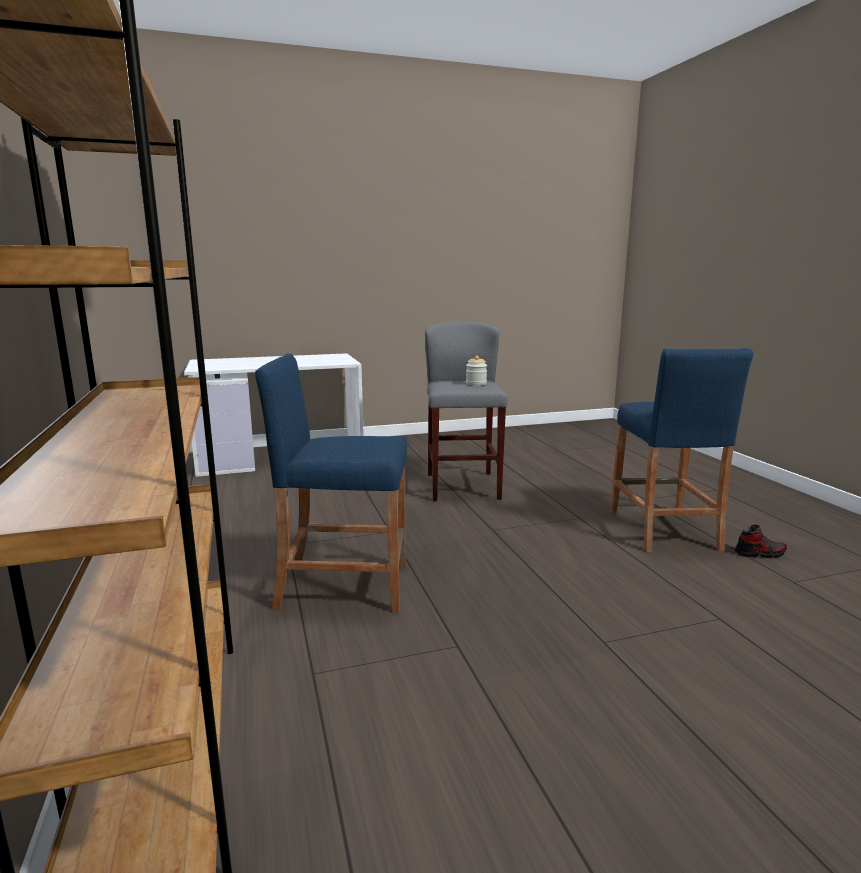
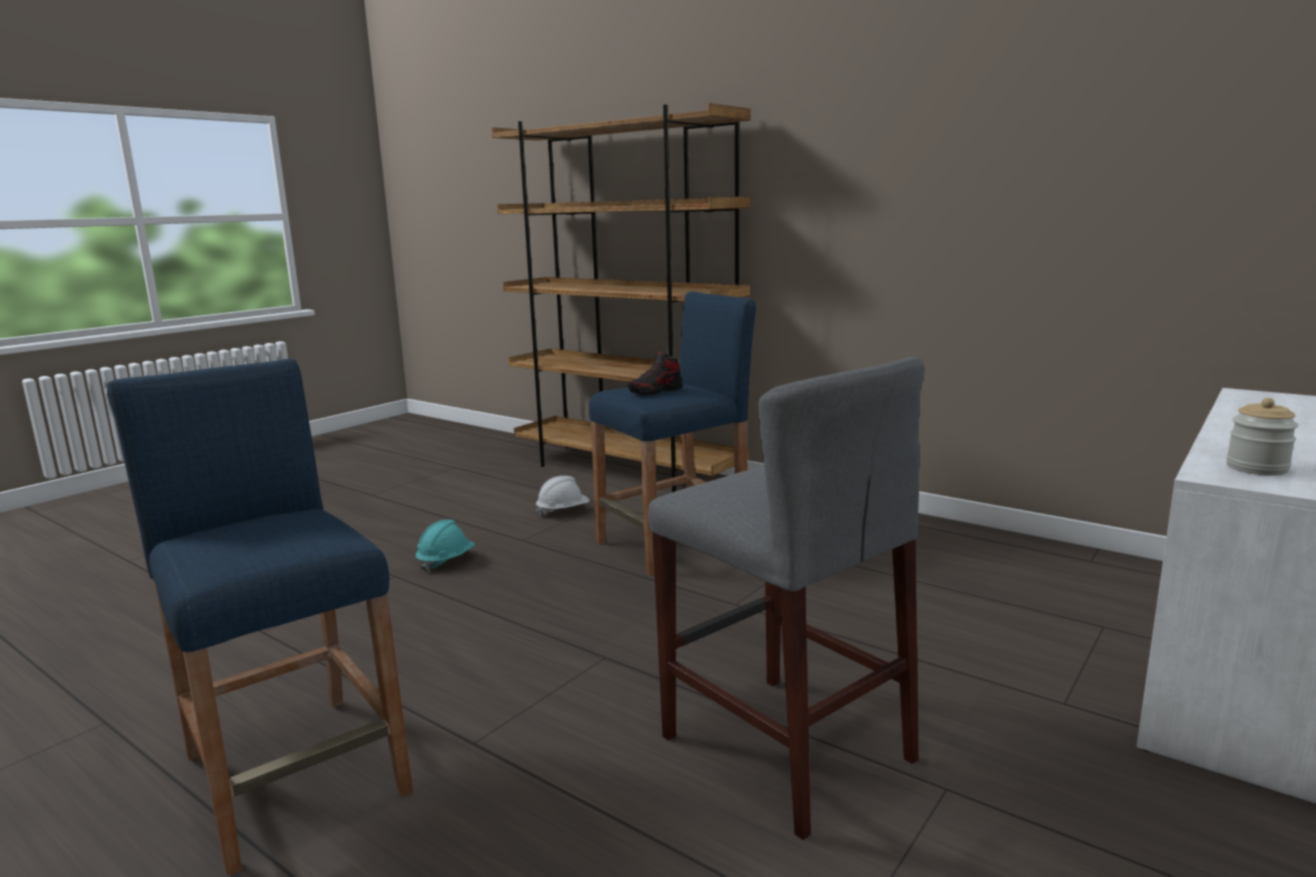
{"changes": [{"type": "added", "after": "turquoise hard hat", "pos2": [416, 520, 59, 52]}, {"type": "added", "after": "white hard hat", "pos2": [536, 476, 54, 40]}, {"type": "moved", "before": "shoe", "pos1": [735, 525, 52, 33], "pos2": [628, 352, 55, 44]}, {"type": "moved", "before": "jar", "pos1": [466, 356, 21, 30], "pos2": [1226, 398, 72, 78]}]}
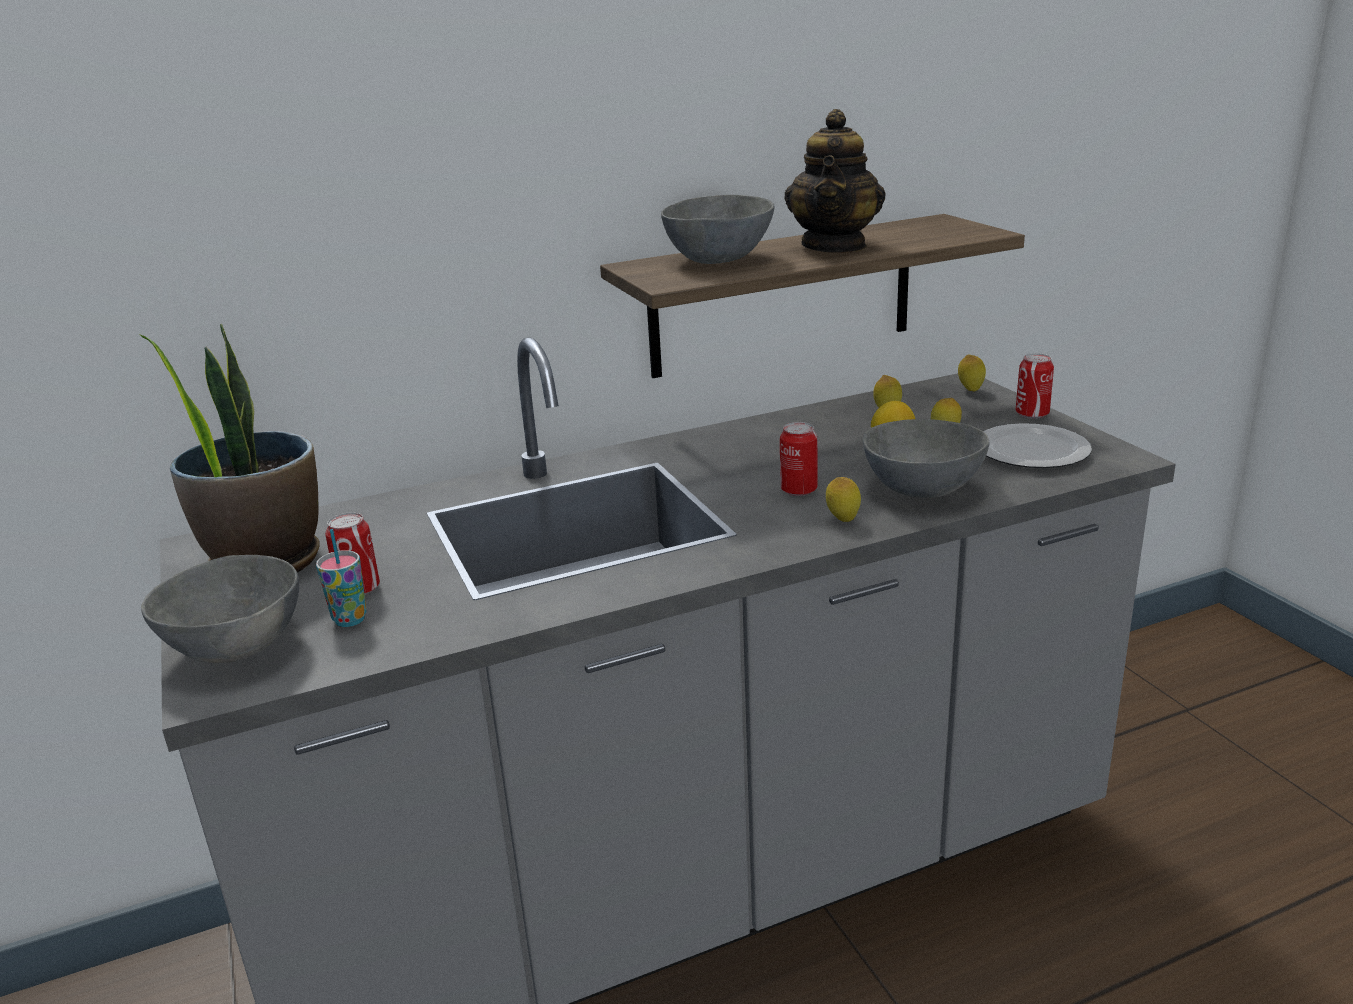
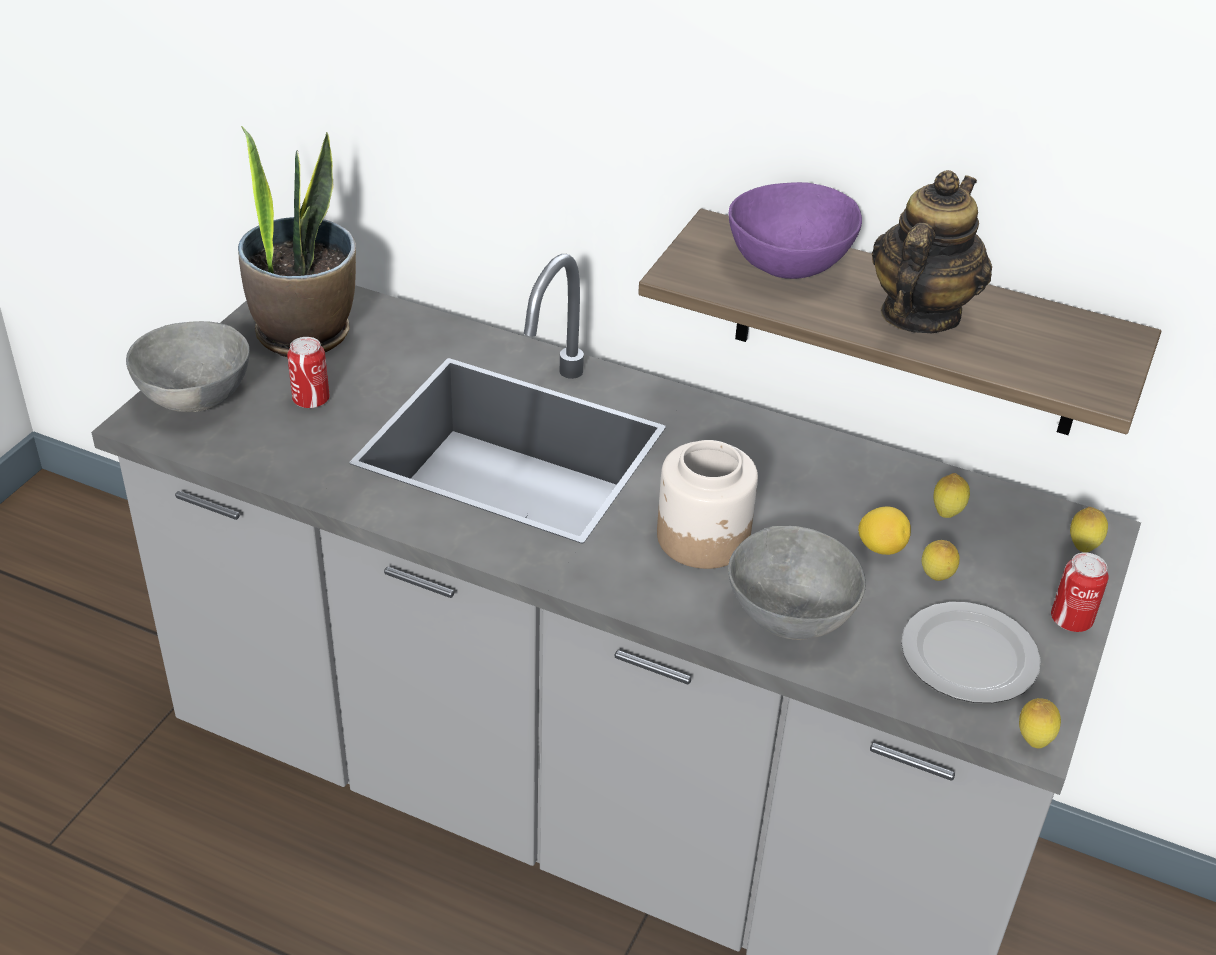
{"changes": [{"type": "replaced", "before": "can", "after": "jar", "pos1": [780, 422, 38, 74], "pos2": [657, 440, 101, 129]}, {"type": "recoloured", "before": "grey bowl", "after": "purple bowl", "pos1": [661, 195, 113, 69], "pos2": [729, 182, 133, 97]}, {"type": "turned", "before": "teapot", "pos1": [784, 109, 102, 144], "pos2": [872, 170, 120, 163], "turn": 150}, {"type": "moved", "before": "lemon", "pos1": [826, 477, 35, 45], "pos2": [1019, 698, 42, 51]}, {"type": "removed", "before": "cup", "pos1": [316, 529, 51, 98]}]}
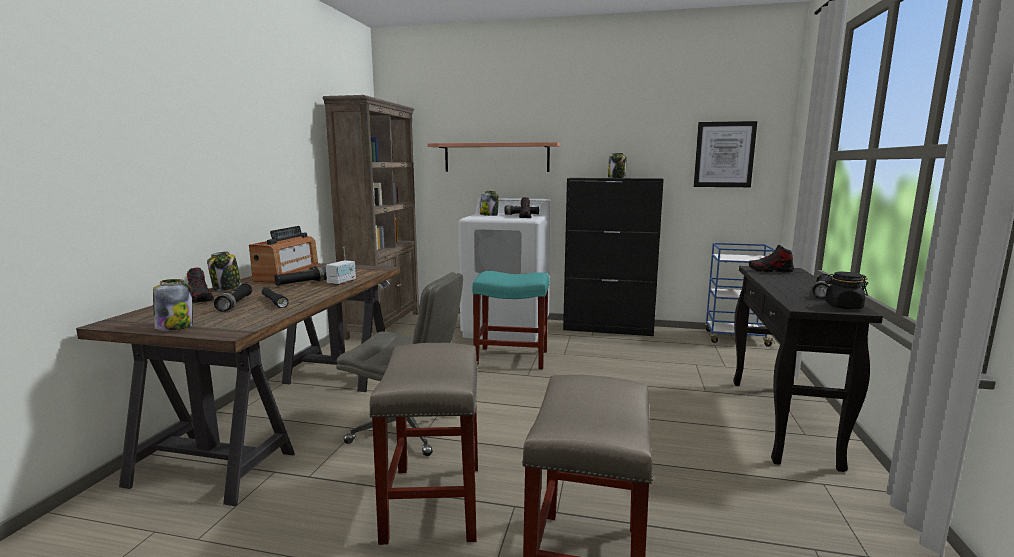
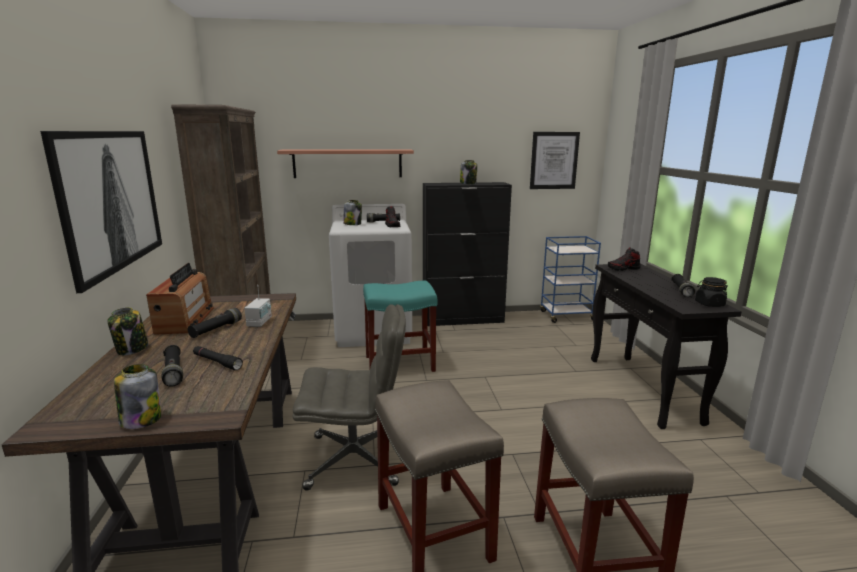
{"changes": [{"type": "added", "after": "picture", "pos2": [40, 131, 122, 162]}, {"type": "removed", "before": "shoe", "pos1": [187, 268, 27, 35]}]}
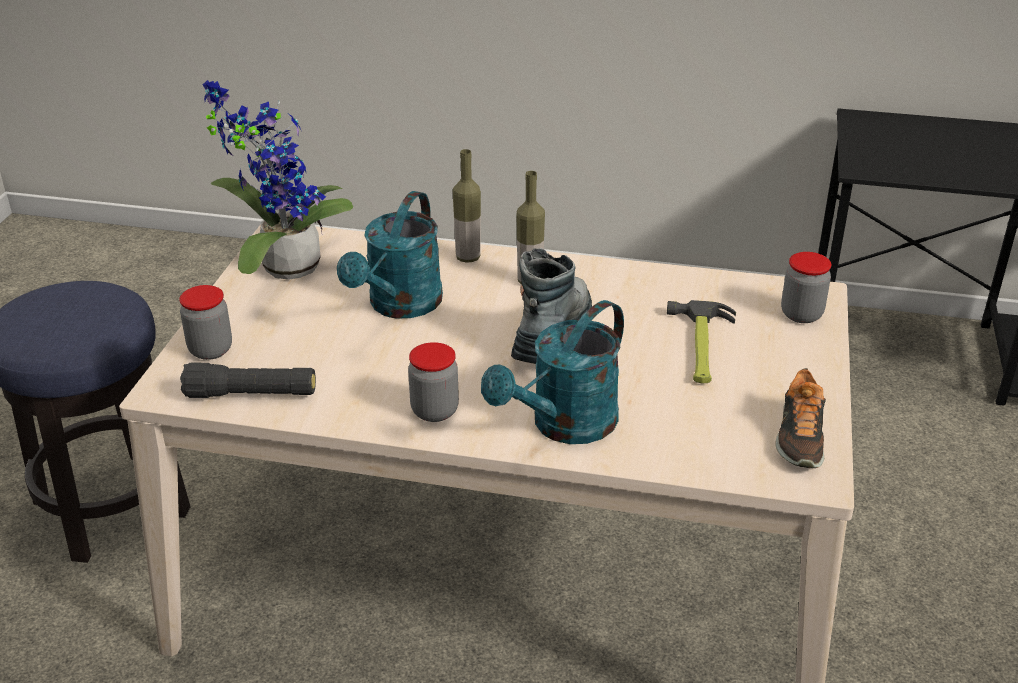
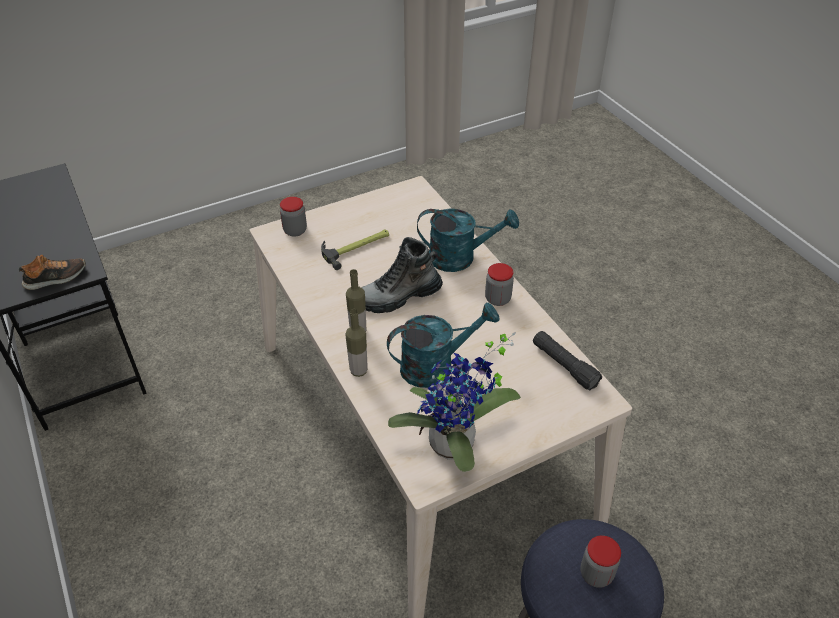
{"changes": [{"type": "moved", "before": "shoe", "pos1": [776, 368, 50, 100], "pos2": [19, 255, 67, 35]}, {"type": "moved", "before": "jar", "pos1": [179, 285, 53, 75], "pos2": [580, 535, 41, 53]}]}
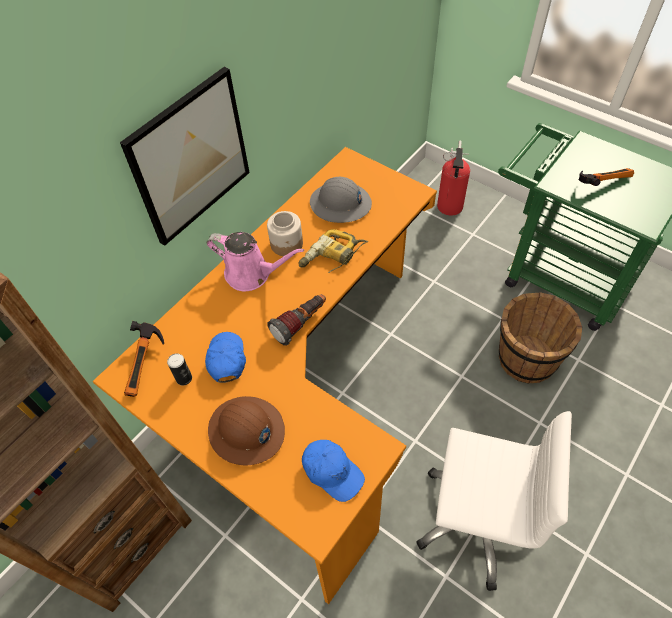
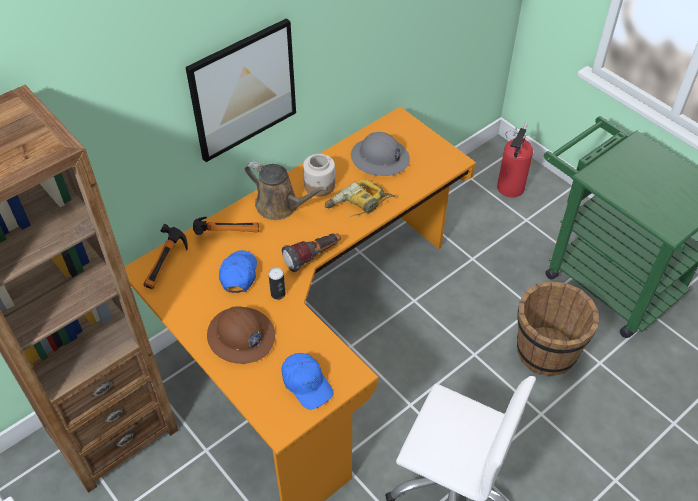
{"changes": [{"type": "moved", "before": "hammer", "pos1": [579, 168, 55, 18], "pos2": [193, 217, 66, 18]}, {"type": "recoloured", "before": "pink watering can", "after": "brown watering can", "pos1": [207, 232, 97, 59], "pos2": [245, 161, 83, 59]}, {"type": "moved", "before": "can", "pos1": [167, 353, 25, 33], "pos2": [268, 268, 18, 32]}]}
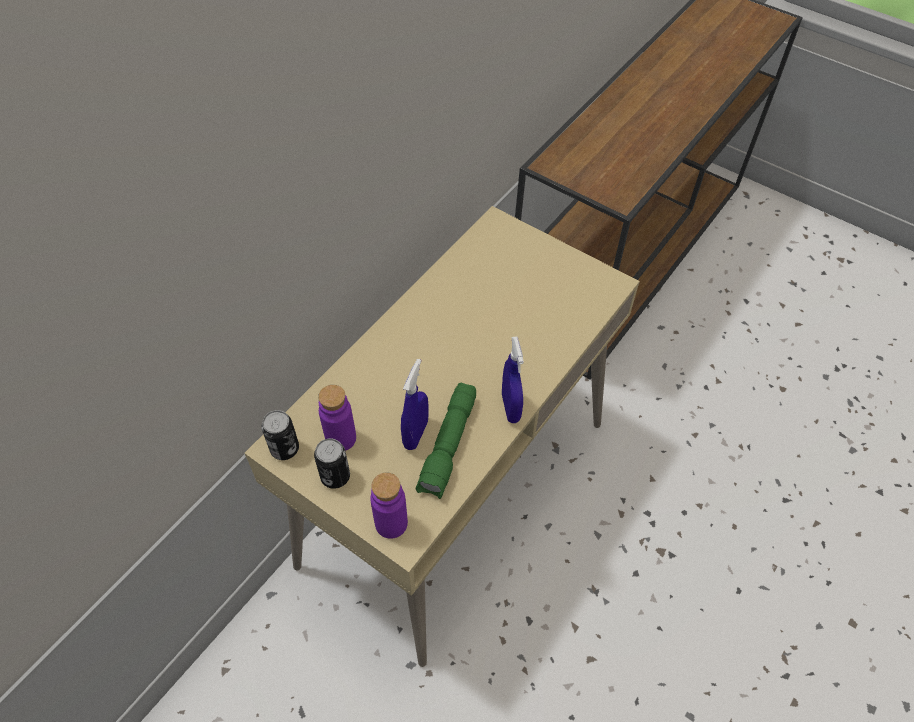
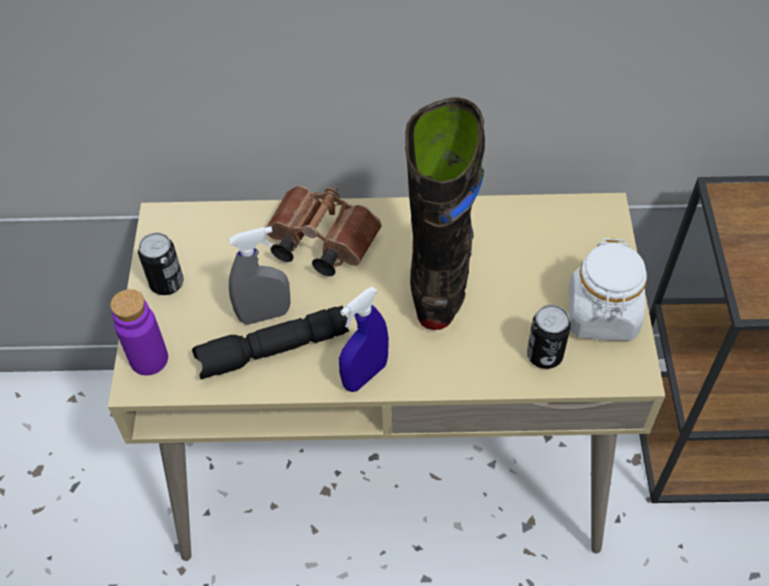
{"changes": [{"type": "recoloured", "before": "green flashlight", "after": "black flashlight", "pos1": [416, 383, 60, 116], "pos2": [192, 306, 157, 73]}, {"type": "recoloured", "before": "blue spray bottle", "after": "grey spray bottle", "pos1": [401, 359, 28, 91], "pos2": [229, 226, 62, 99]}, {"type": "added", "after": "brown binoculars", "pos2": [267, 186, 115, 90]}, {"type": "added", "after": "black boot", "pos2": [405, 97, 80, 233]}, {"type": "moved", "before": "can", "pos1": [262, 410, 37, 50], "pos2": [527, 305, 44, 64]}, {"type": "added", "after": "white jar", "pos2": [569, 238, 78, 103]}, {"type": "removed", "before": "purple bottle", "pos1": [318, 385, 38, 66]}]}
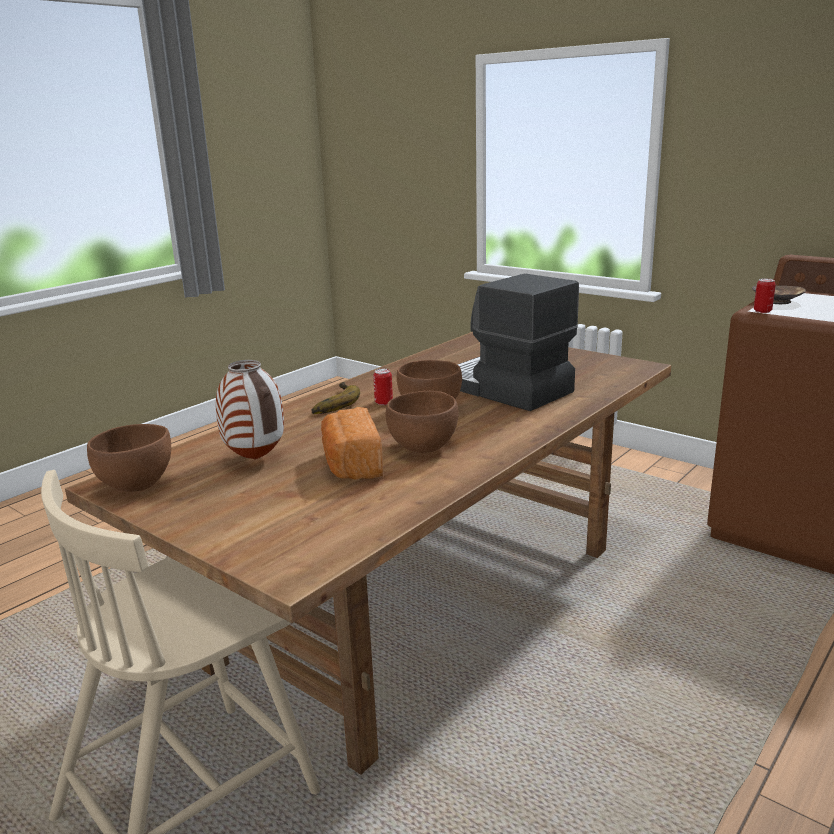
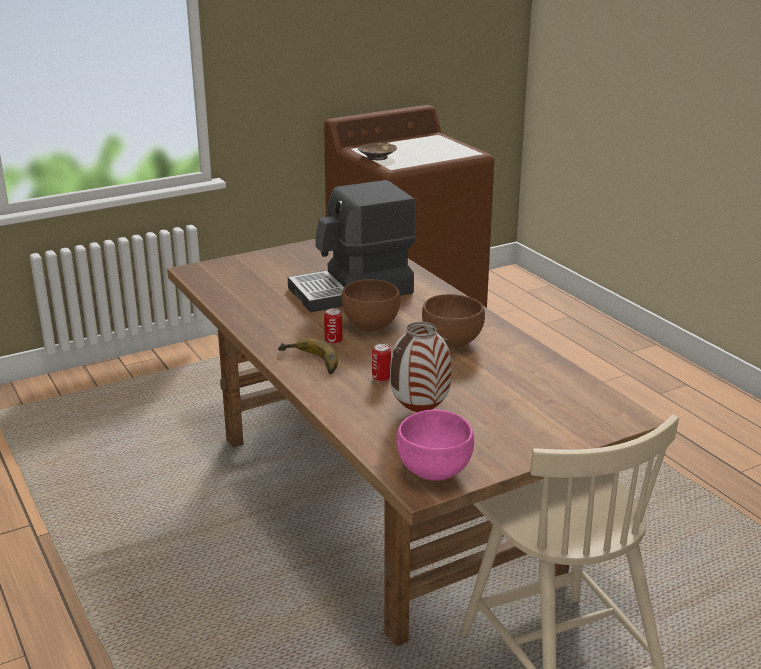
{"changes": [{"type": "moved", "before": "can", "pos1": [754, 278, 22, 35], "pos2": [372, 343, 19, 39]}, {"type": "recoloured", "before": "brown bowl", "after": "pink bowl", "pos1": [87, 424, 84, 68], "pos2": [396, 410, 78, 70]}, {"type": "removed", "before": "bread", "pos1": [321, 407, 62, 73]}]}
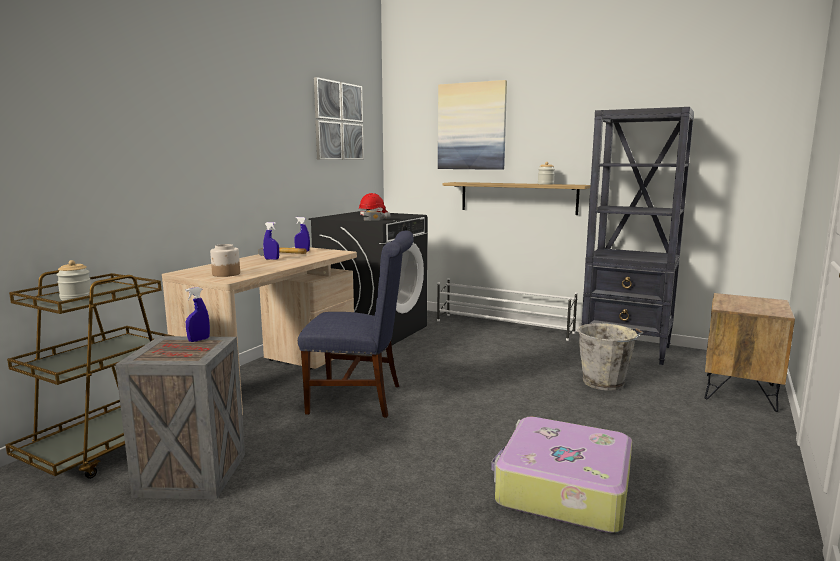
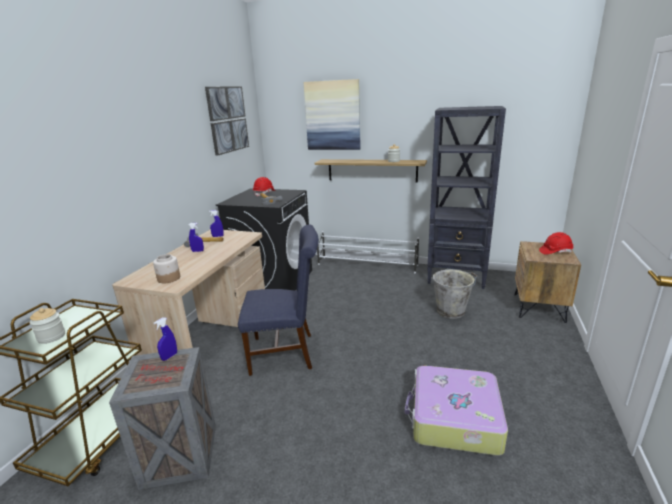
{"changes": [{"type": "added", "after": "red hard hat", "pos2": [539, 232, 35, 23]}]}
